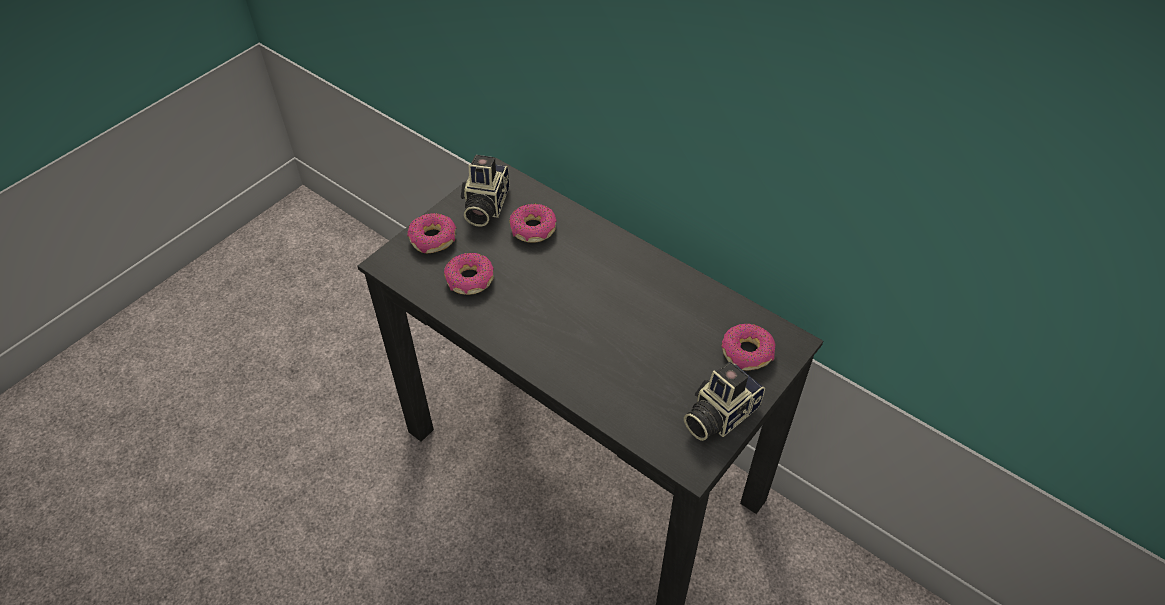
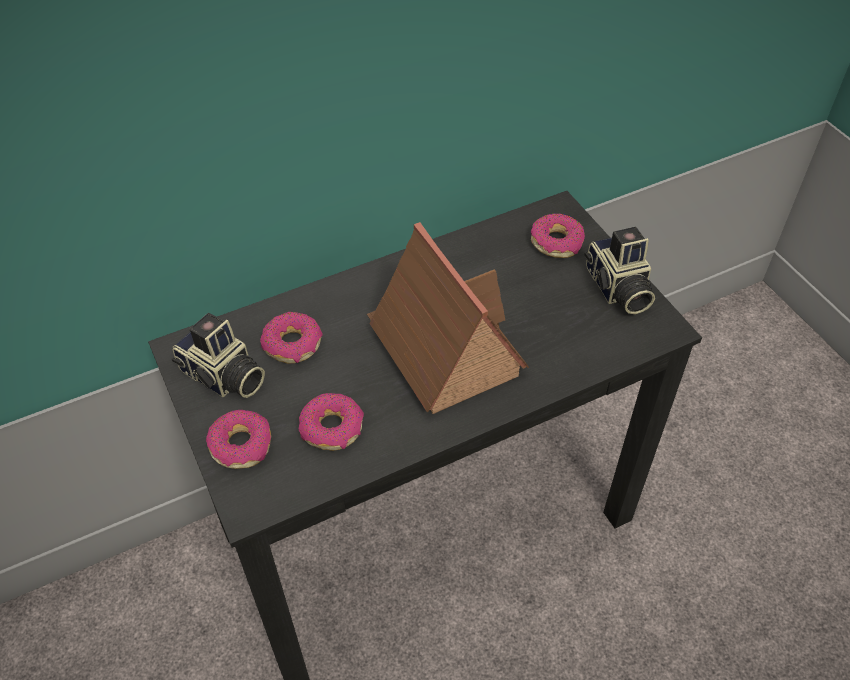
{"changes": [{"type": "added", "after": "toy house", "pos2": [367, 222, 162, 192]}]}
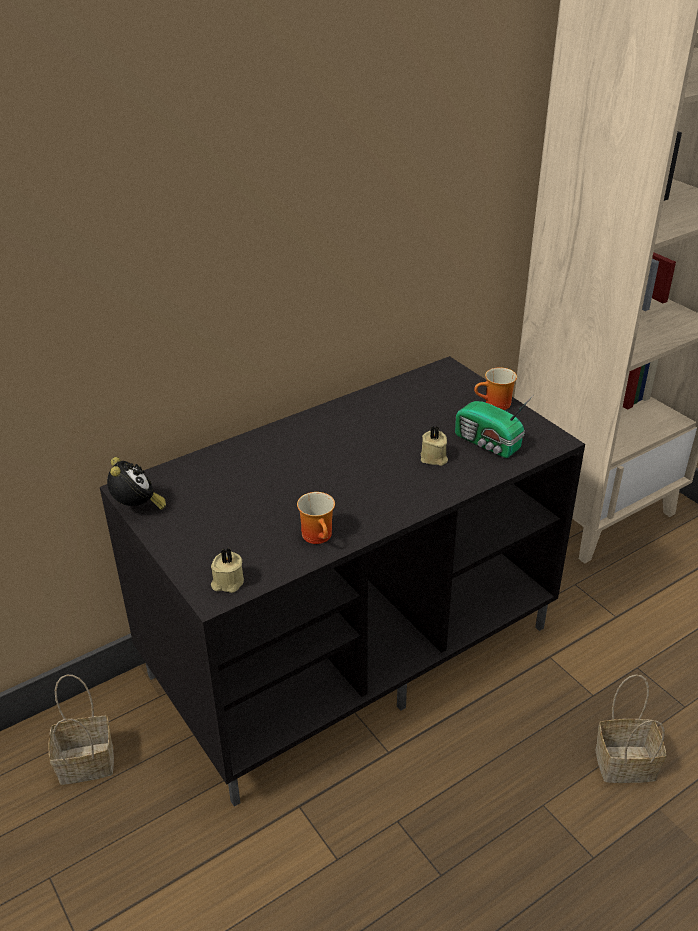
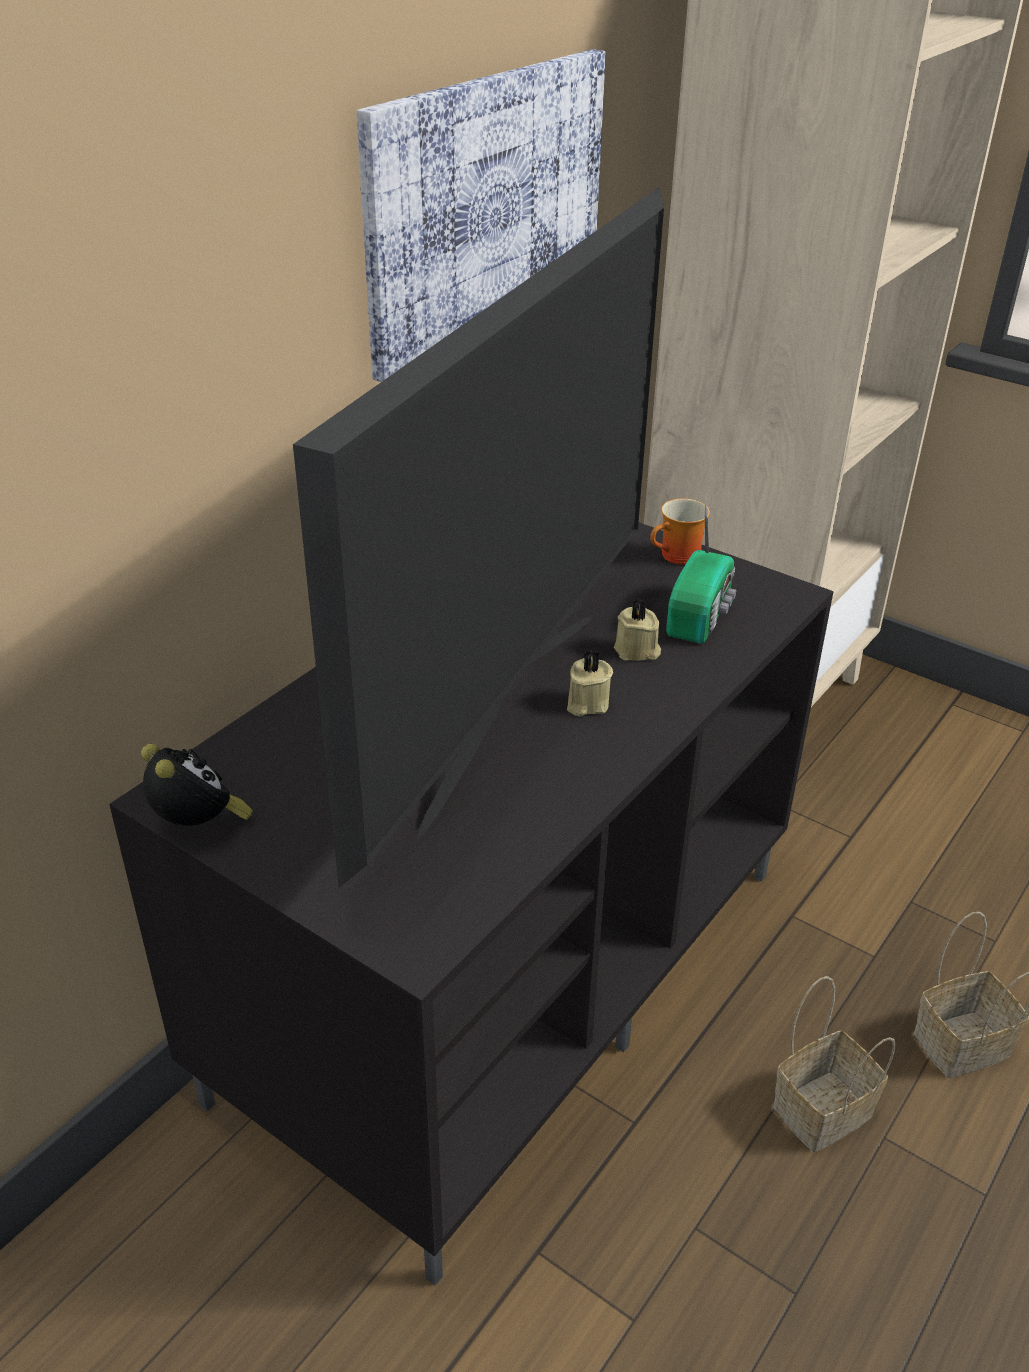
{"changes": [{"type": "added", "after": "television", "pos2": [293, 187, 371, 701]}, {"type": "added", "after": "picture", "pos2": [357, 49, 249, 333]}, {"type": "moved", "before": "beige candle", "pos1": [211, 548, 33, 45], "pos2": [567, 650, 46, 66]}, {"type": "turned", "before": "radio", "pos1": [455, 396, 78, 62], "pos2": [666, 496, 70, 147], "turn": -90}, {"type": "moved", "before": "basket", "pos1": [48, 675, 66, 110], "pos2": [773, 976, 123, 176]}, {"type": "removed", "before": "mug", "pos1": [297, 492, 38, 52]}]}
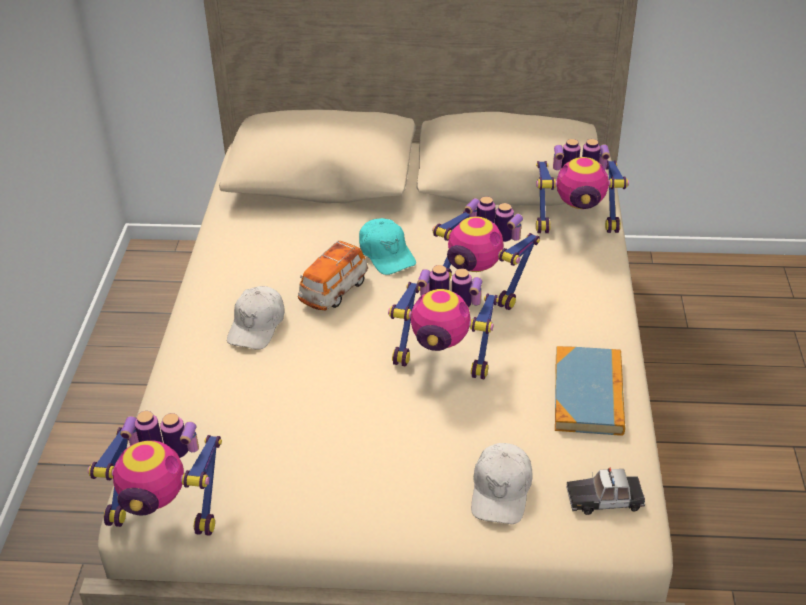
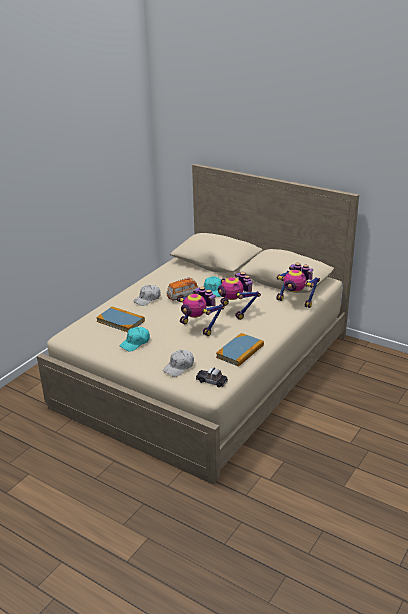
{"changes": [{"type": "added", "after": "book", "pos2": [96, 306, 49, 26]}, {"type": "added", "after": "turquoise cap", "pos2": [119, 327, 31, 25]}, {"type": "removed", "before": "toy robot", "pos1": [88, 411, 134, 125]}]}
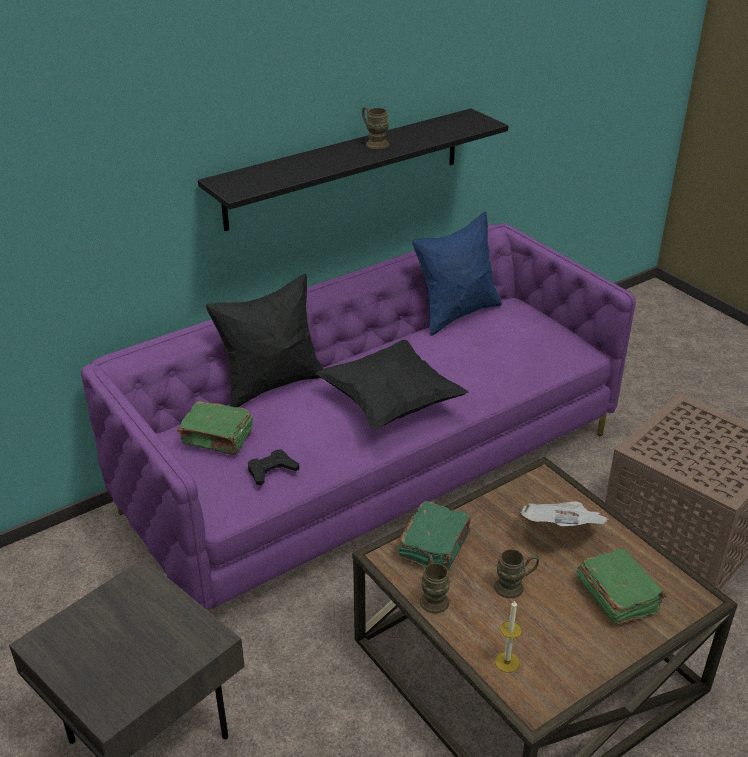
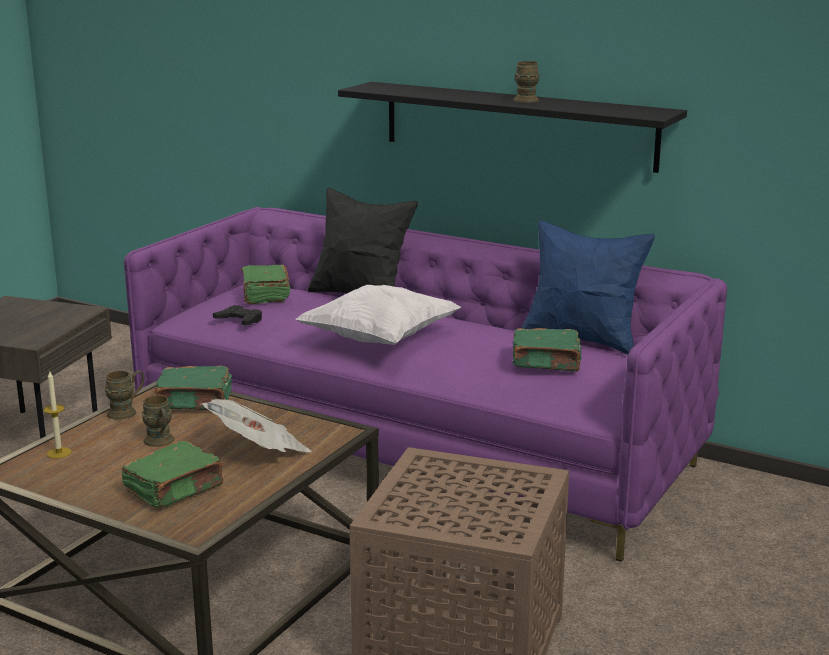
{"changes": [{"type": "recoloured", "before": "black pillow", "after": "white pillow", "pos1": [315, 340, 153, 90], "pos2": [296, 285, 165, 60]}, {"type": "added", "after": "green book", "pos2": [513, 328, 69, 44]}]}
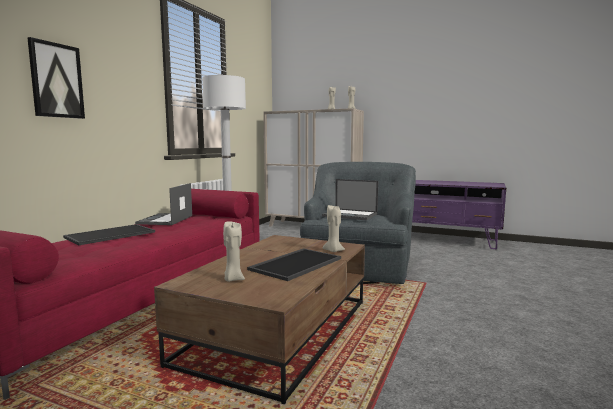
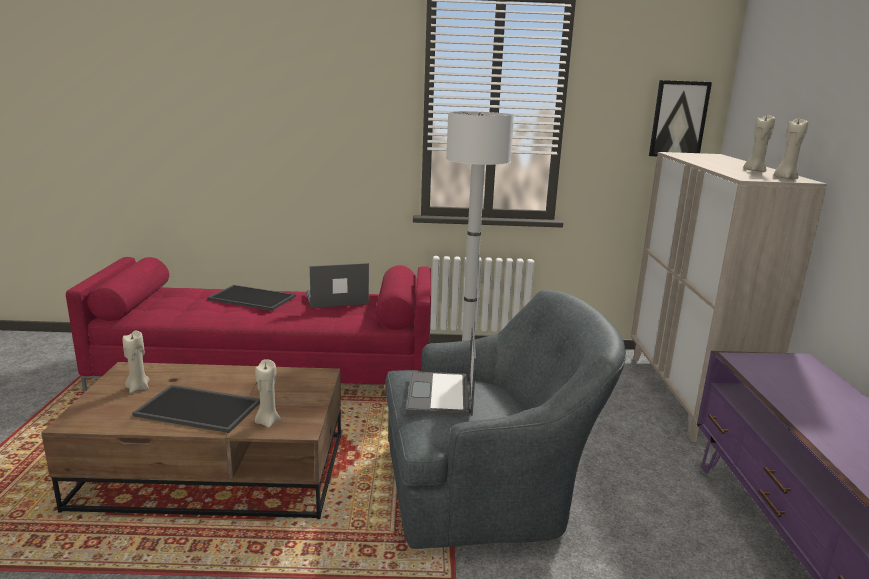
{"changes": [{"type": "moved", "before": "picture", "pos1": [27, 37, 58, 82], "pos2": [649, 80, 63, 76]}]}
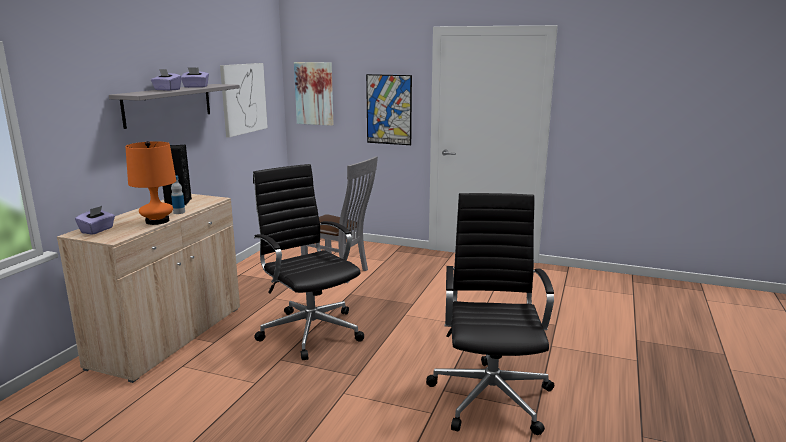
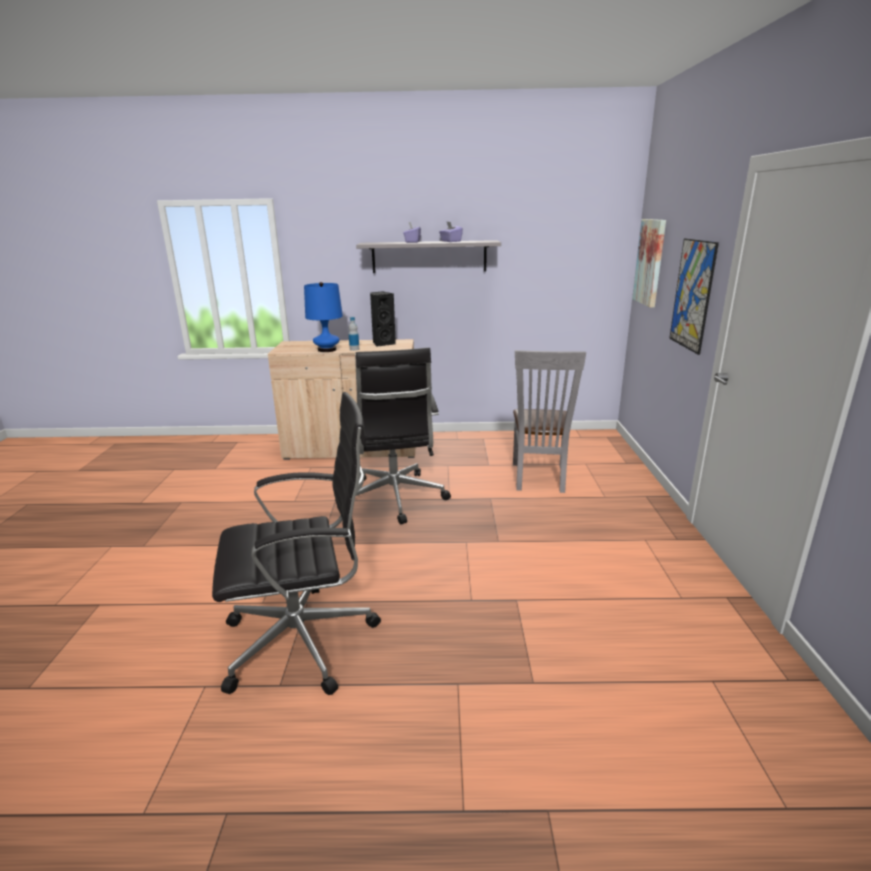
{"changes": [{"type": "recoloured", "before": "orange table lamp", "after": "blue table lamp", "pos1": [125, 141, 51, 84], "pos2": [304, 282, 39, 70]}, {"type": "turned", "before": "black office chair", "pos1": [253, 164, 111, 196], "pos2": [355, 348, 96, 176], "turn": 135}, {"type": "removed", "before": "purple tissue box", "pos1": [75, 206, 40, 29]}, {"type": "removed", "before": "picture", "pos1": [220, 63, 48, 74]}]}
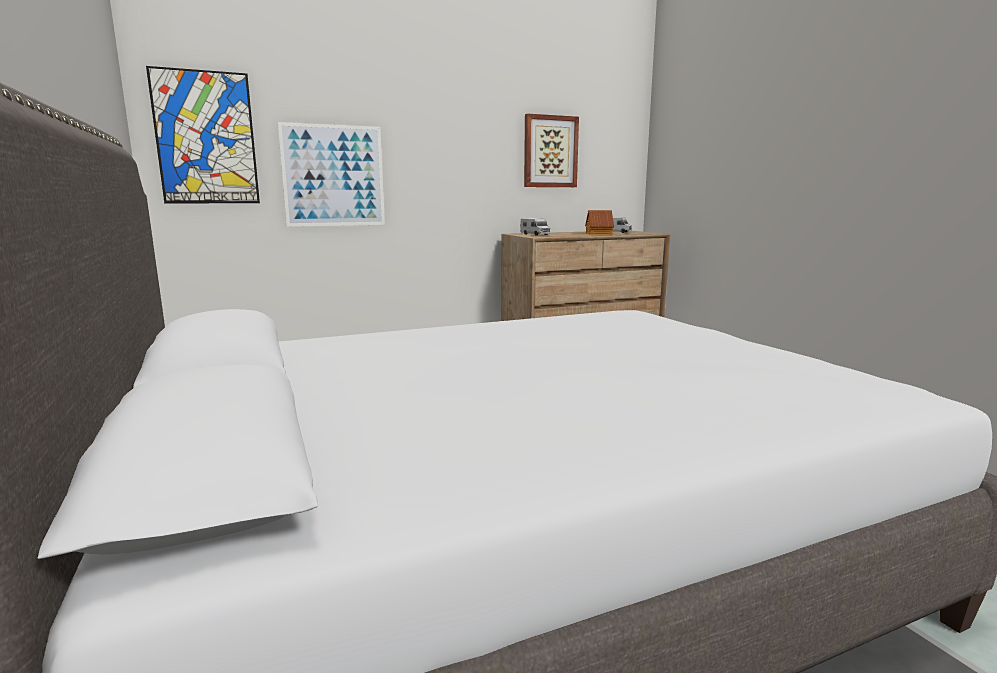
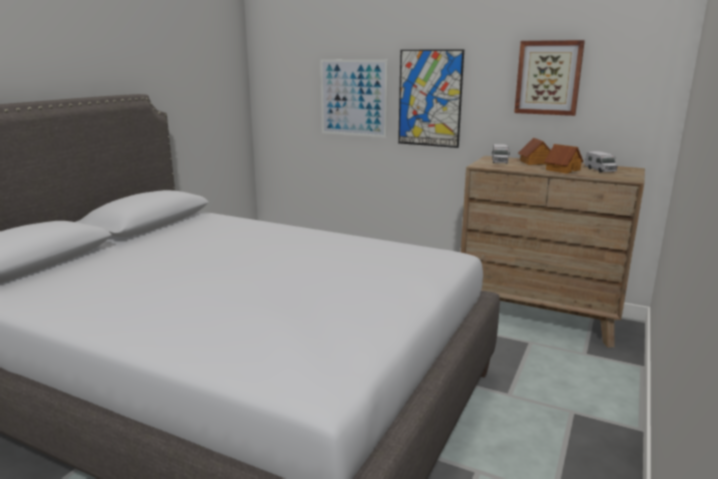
{"changes": [{"type": "moved", "before": "picture", "pos1": [146, 66, 114, 138], "pos2": [398, 49, 66, 99]}, {"type": "added", "after": "toy house", "pos2": [518, 138, 33, 27]}]}
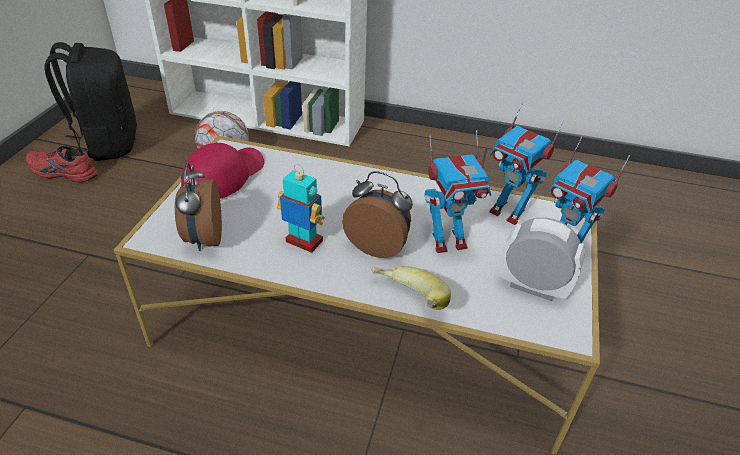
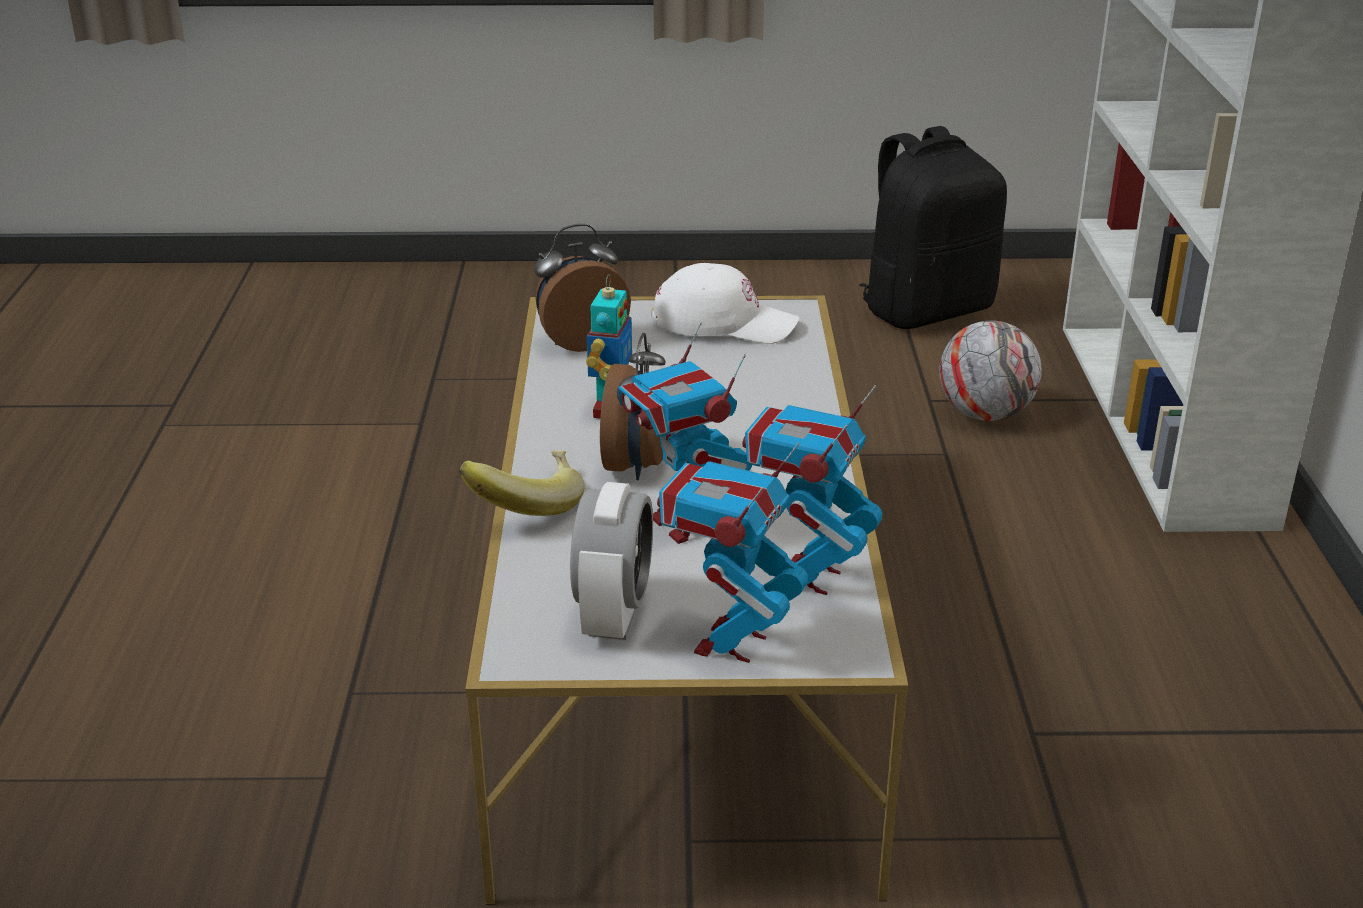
{"changes": [{"type": "recoloured", "before": "red cap", "after": "white cap", "pos1": [181, 143, 83, 56], "pos2": [652, 263, 147, 81]}, {"type": "removed", "before": "red shoe", "pos1": [26, 145, 72, 37]}]}
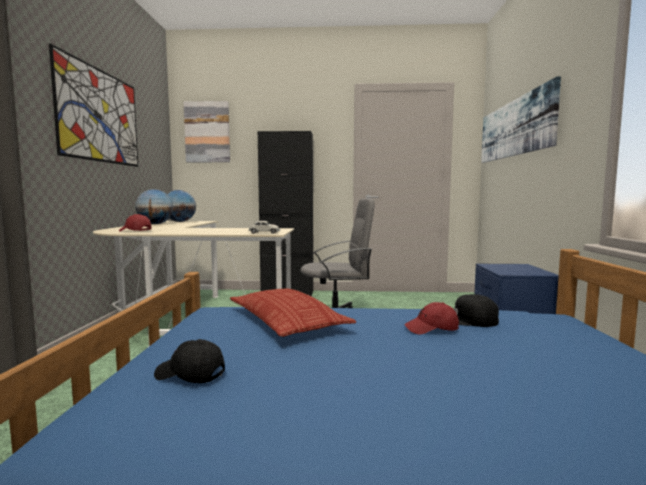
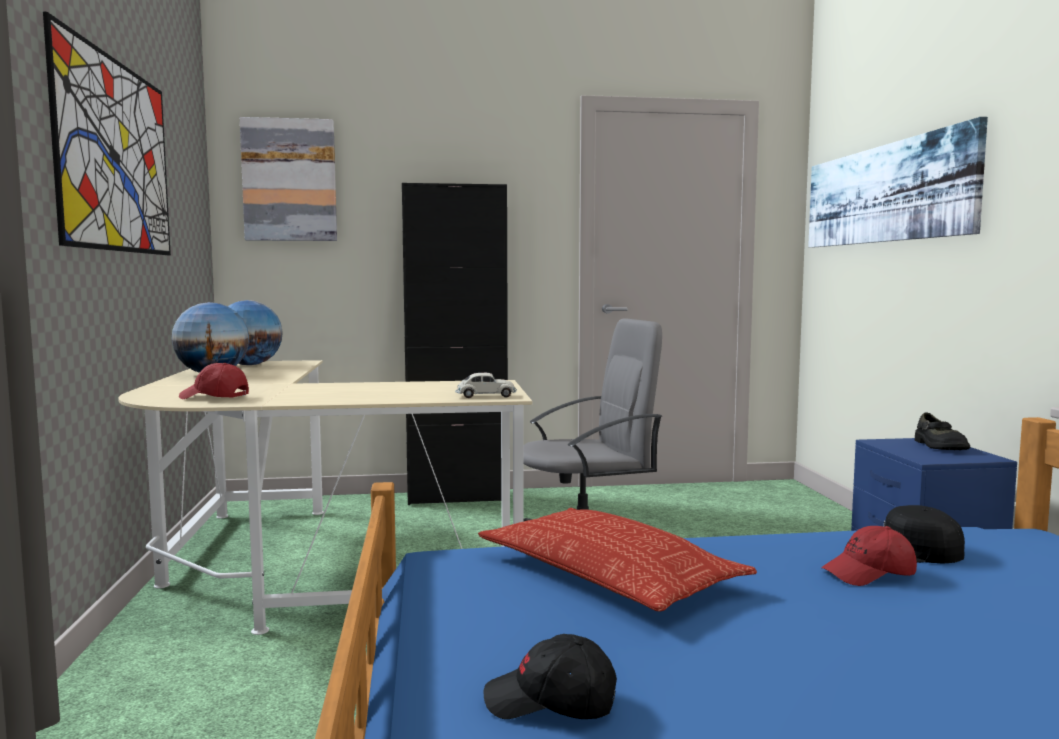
{"changes": [{"type": "added", "after": "black shoe", "pos2": [915, 412, 55, 38]}]}
